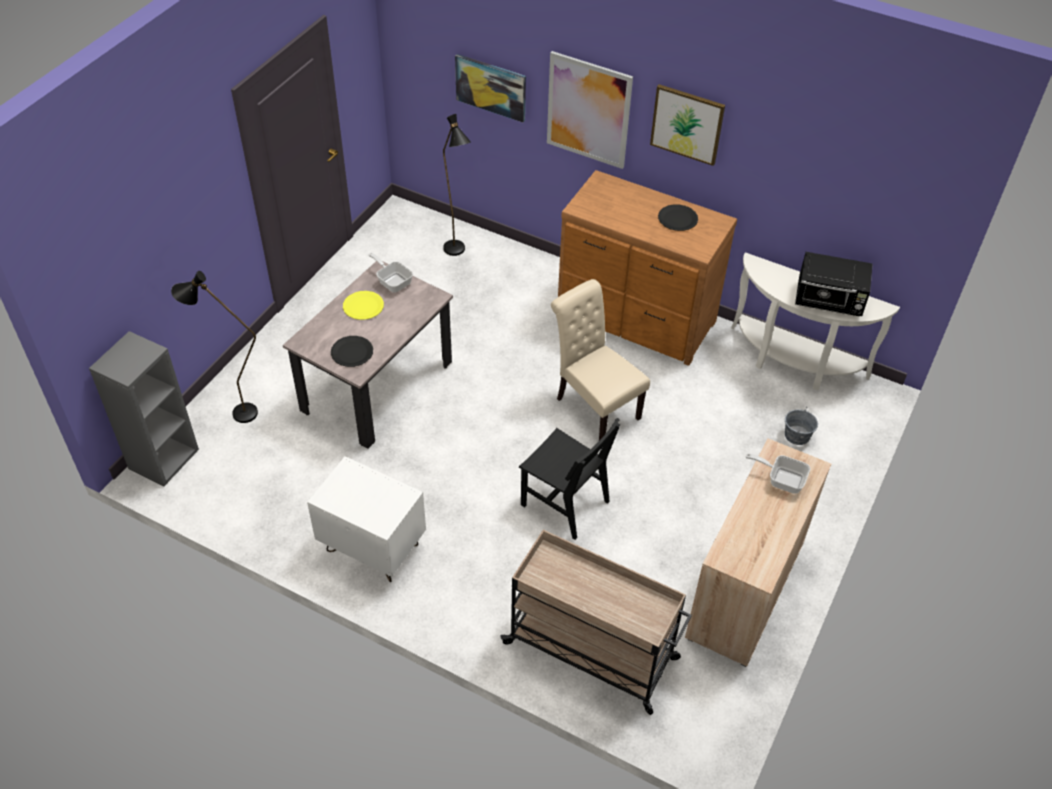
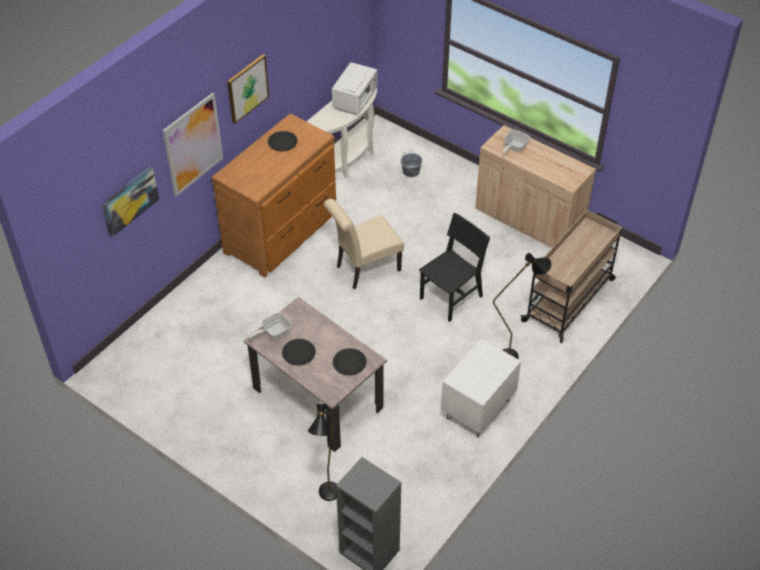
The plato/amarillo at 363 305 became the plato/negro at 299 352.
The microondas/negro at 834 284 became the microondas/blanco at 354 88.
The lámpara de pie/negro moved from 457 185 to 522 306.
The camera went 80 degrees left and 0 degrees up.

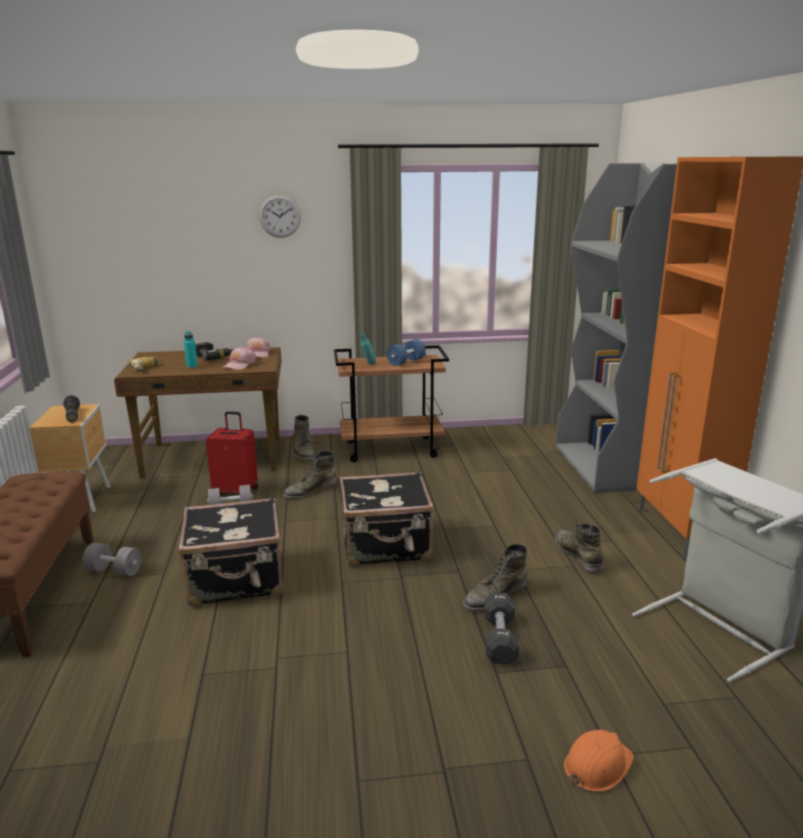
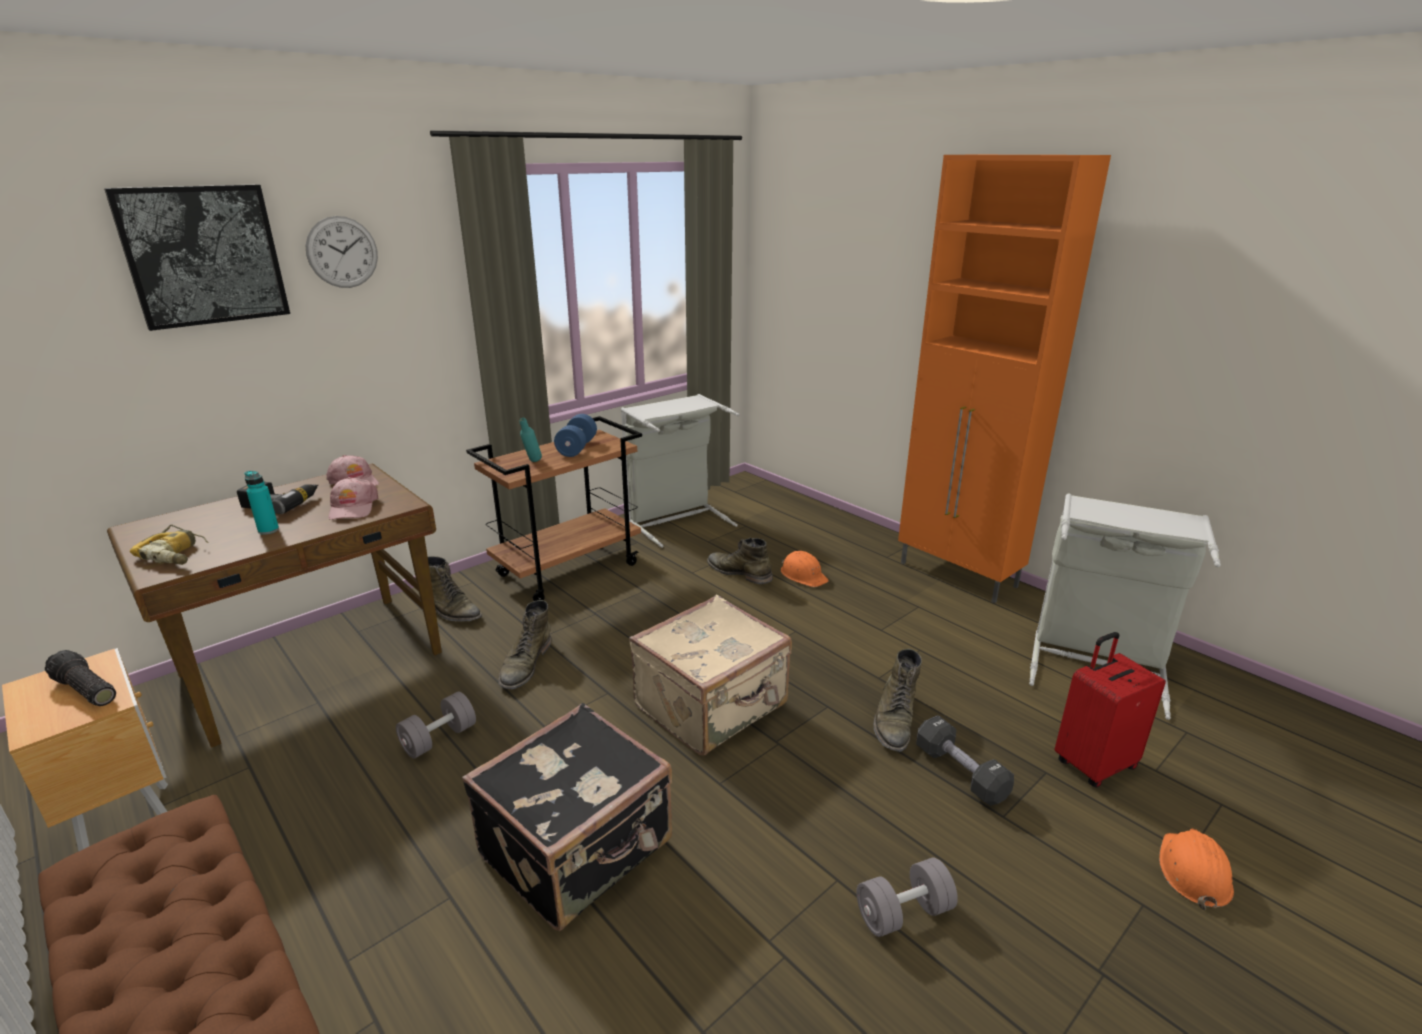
The cuadro at 197 257 appeared.
The cesto de la ropa/gris at 680 471 appeared.
The maleta/negro at 387 518 became the maleta/beis at 710 675.
The bota/verde moved from 579 548 to 740 561.
The casco/naranja at 805 569 appeared.
The mancuerna/gris moved from 112 559 to 907 897.
The maleta/rojo moved from 232 454 to 1110 710.
The estantería/gris at 616 328 disappeared.
The camera went 35 degrees left and 5 degrees up.

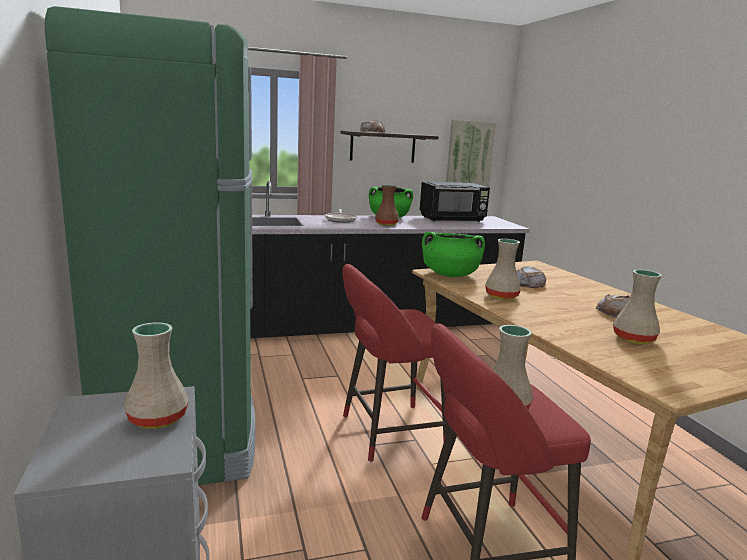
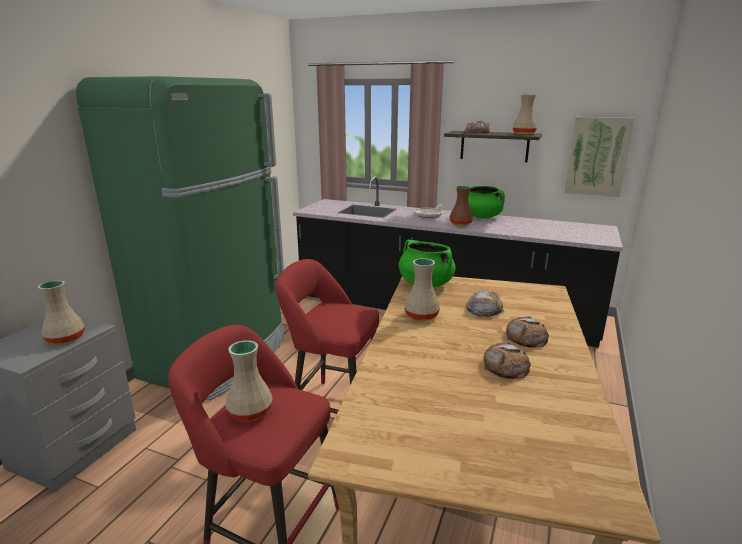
The pan at 527 332 appeared.
The florero/beis moved from 637 307 to 525 115.
The microondas/negro at 455 202 disappeared.
The camera went 40 degrees right and 5 degrees up.

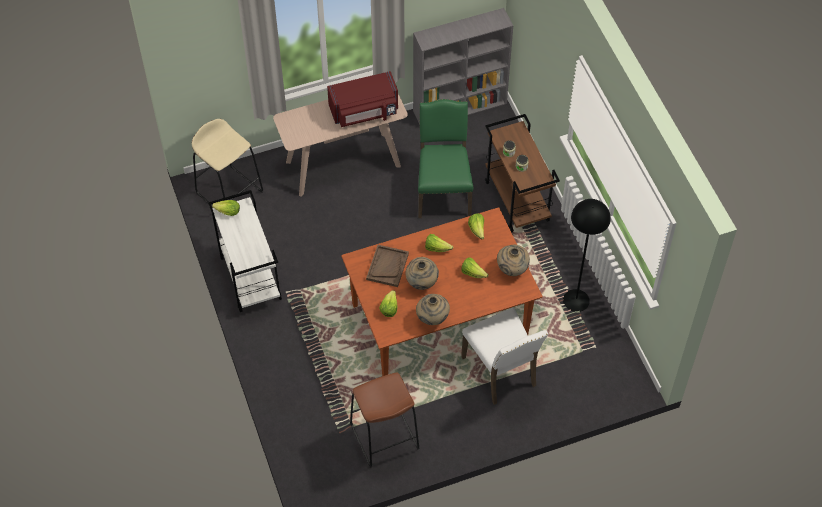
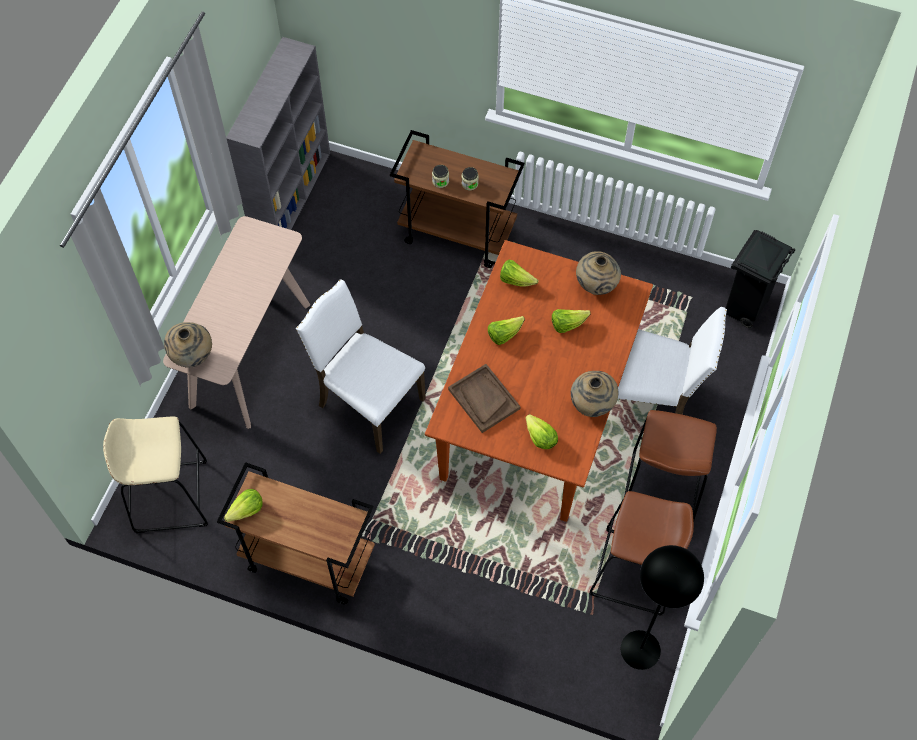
The florero/beis moved from 422 273 to 188 345.
The carrito/blanco at 245 251 became the carrito/marrón at 296 533.
The silla/blanco at 361 367 appeared.
The lámpara de pie/negro moved from 587 255 to 662 607.
The taburete/marrón at 670 465 appeared.
The papelera/negro at 760 279 appeared.
The microondas/rojo at 362 99 disappeared.
The silla/verde at 446 158 disappeared.
The camera went 50 degrees left and 5 degrees up.

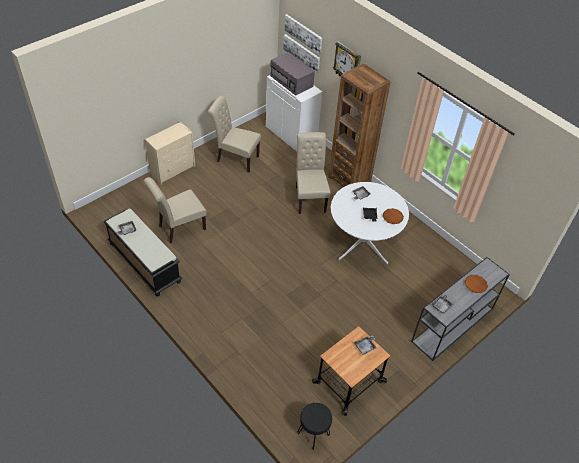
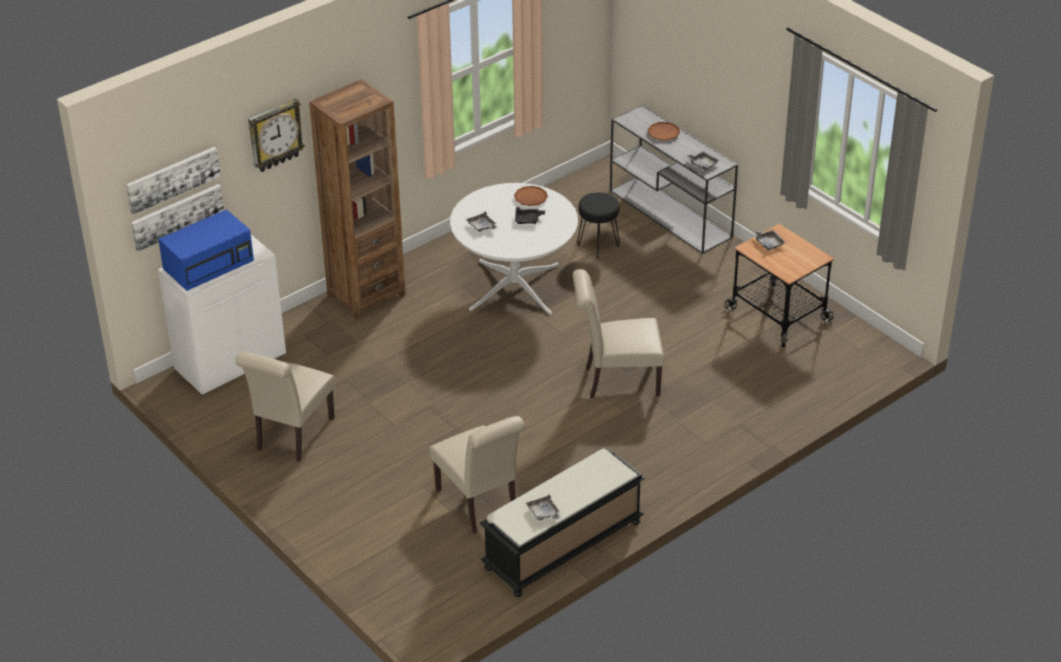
The microondas/gris at 292 74 became the microondas/azul at 206 250.
The silla/beis moved from 313 173 to 618 333.
The taburete/negro moved from 314 426 to 598 225.
The cómoda/beis at 170 153 disappeared.
The camera went 85 degrees left and 10 degrees down.

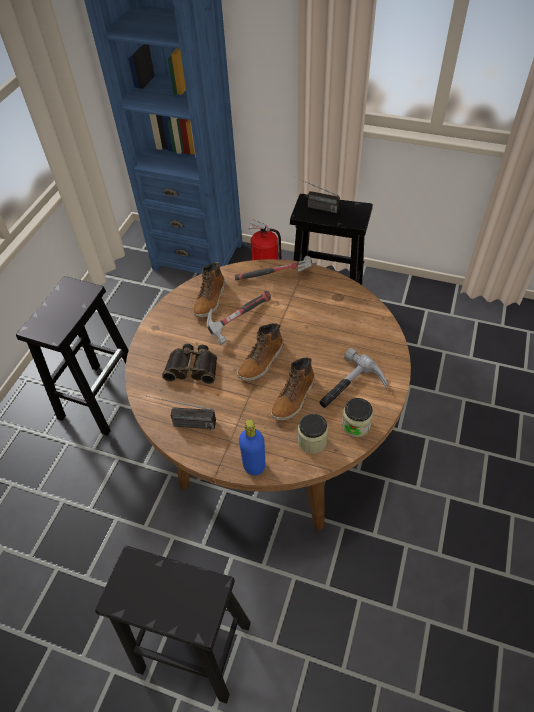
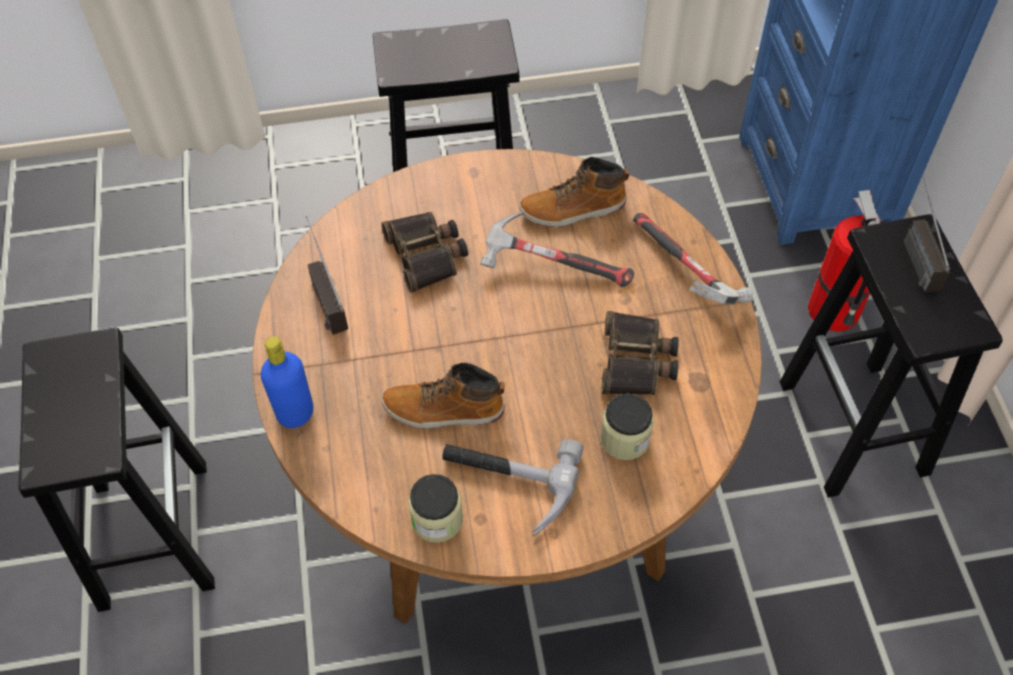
The tarro moved from 313 433 to 627 427.
The prismáticos at 640 353 appeared.
The bota at 260 352 disappeared.
The camera went 60 degrees right and 5 degrees up.

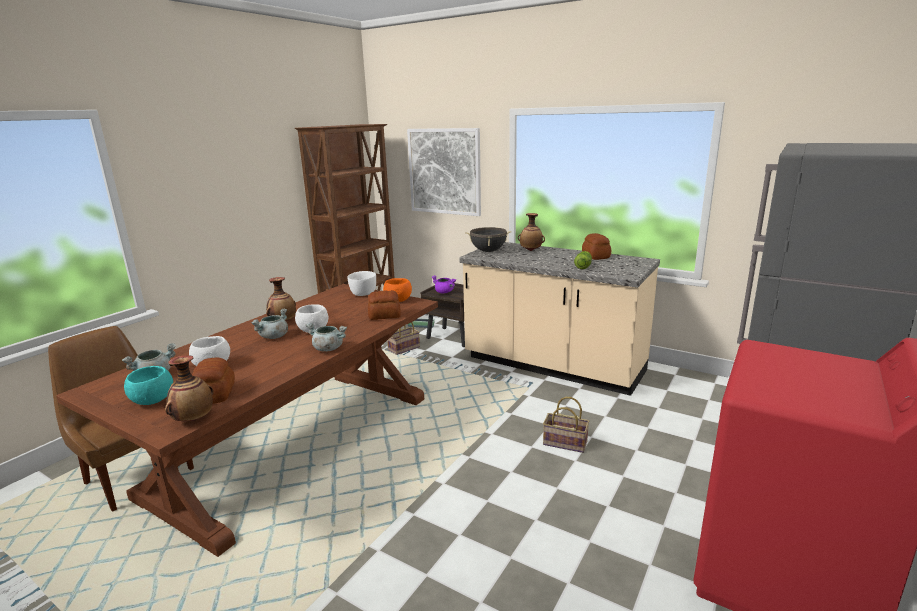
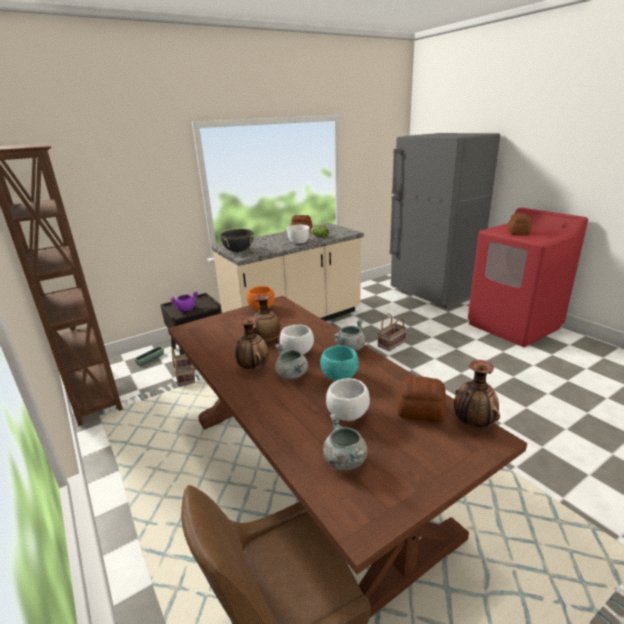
The florero moved from 531 232 to 266 318.
The cuenco/blanco moved from 361 283 to 298 234.
The cuenco/turquesa moved from 148 385 to 339 363.
The pan moved from 384 305 to 520 224.
The cuadro at 444 172 disappeared.
The camera went 65 degrees left and 5 degrees up.

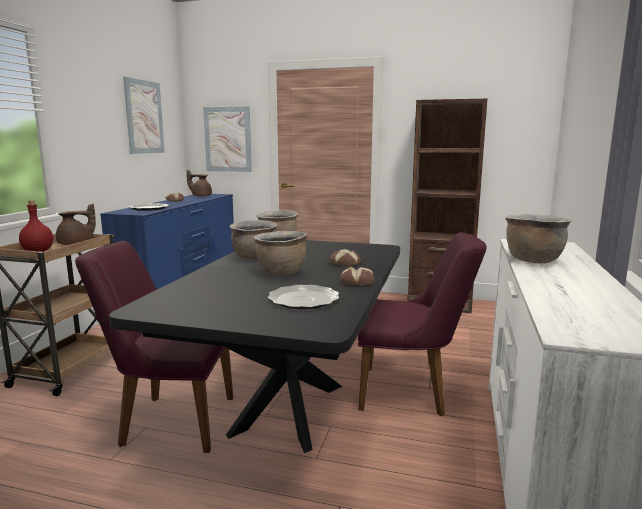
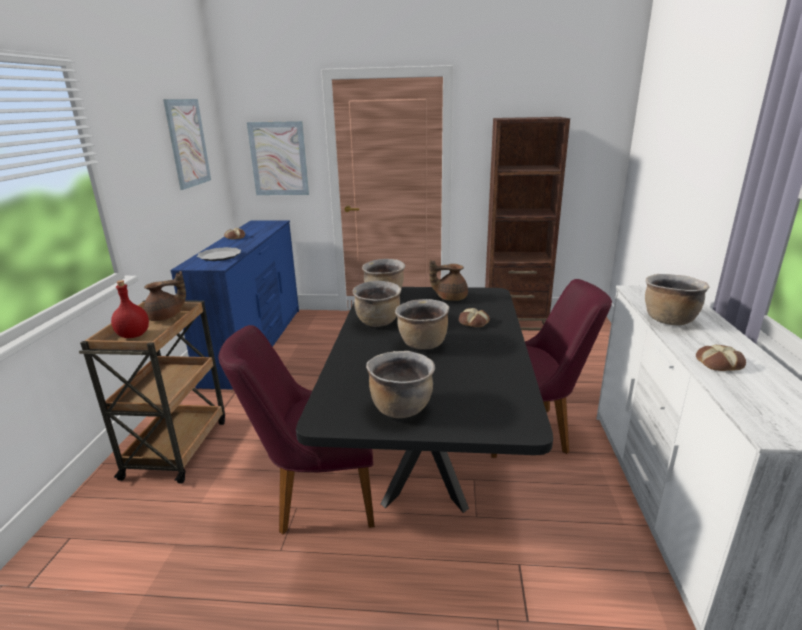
The olla/marrón at 400 384 appeared.
The tetera/marrón moved from 199 183 to 448 280.
The pan moved from 357 276 to 721 358.
The plato at 303 297 disappeared.
The camera went 10 degrees left and 10 degrees up.

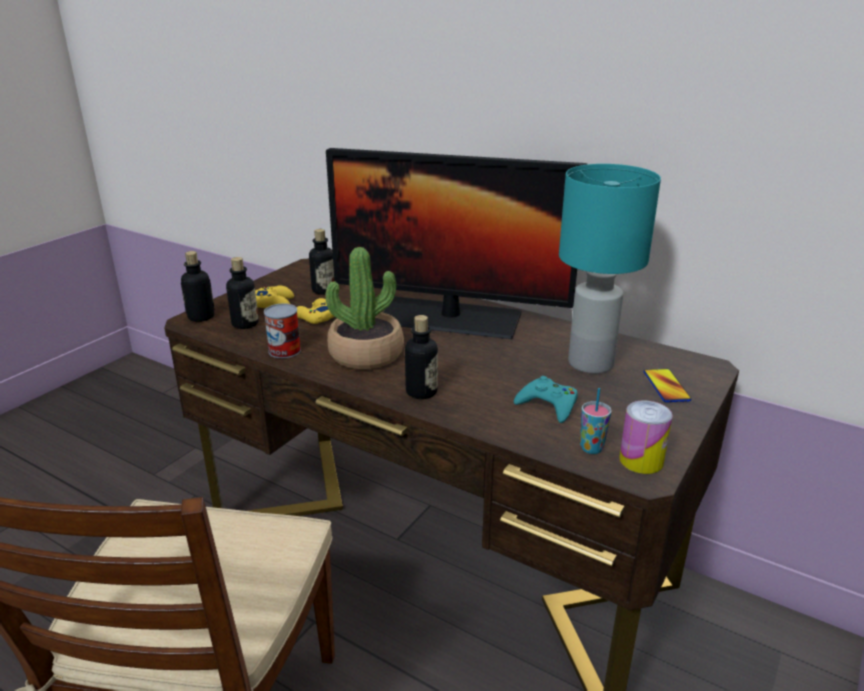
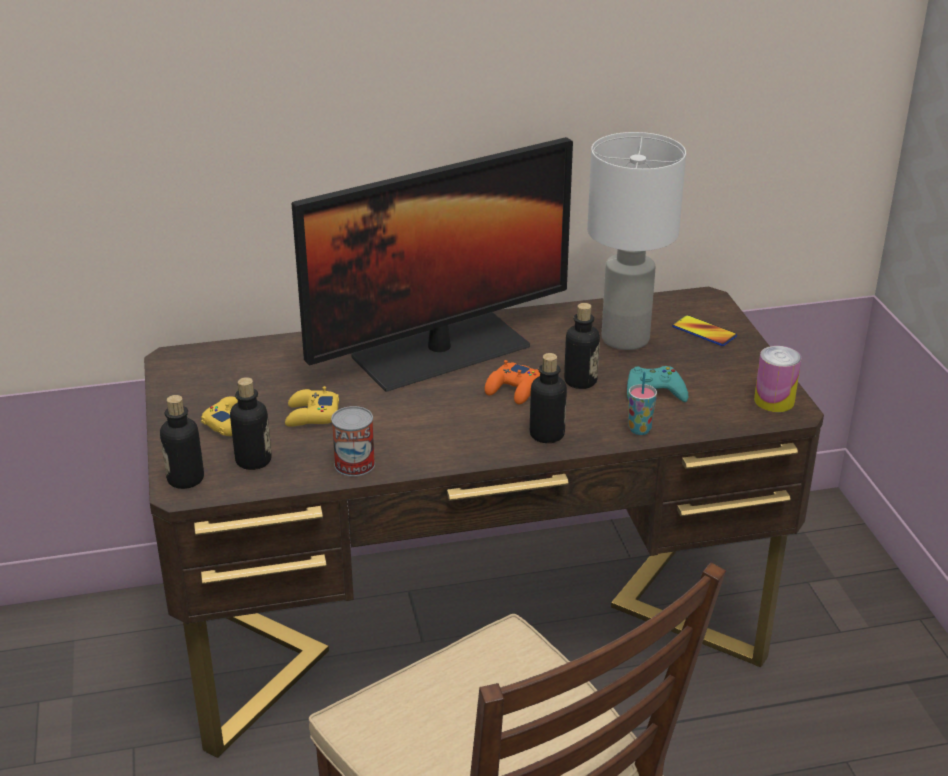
The mando de consola/naranja at 512 382 appeared.
The botella moved from 321 262 to 582 346.
The lámpara de mesa/turquesa at 610 269 became the lámpara de mesa/blanco at 636 241.
The taza moved from 596 421 to 643 403.
The planta en maceta at 365 308 disappeared.
The camera went 45 degrees left and 5 degrees up.

